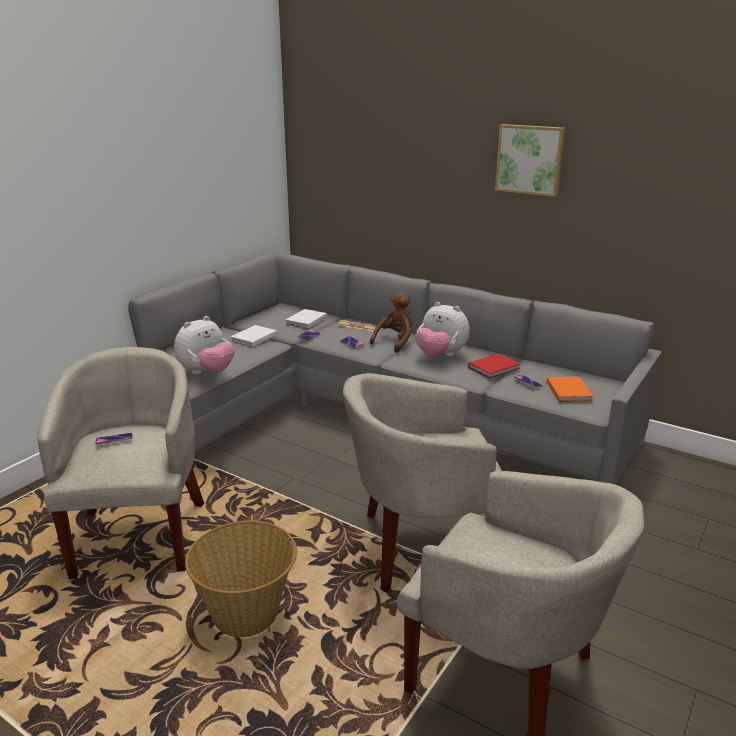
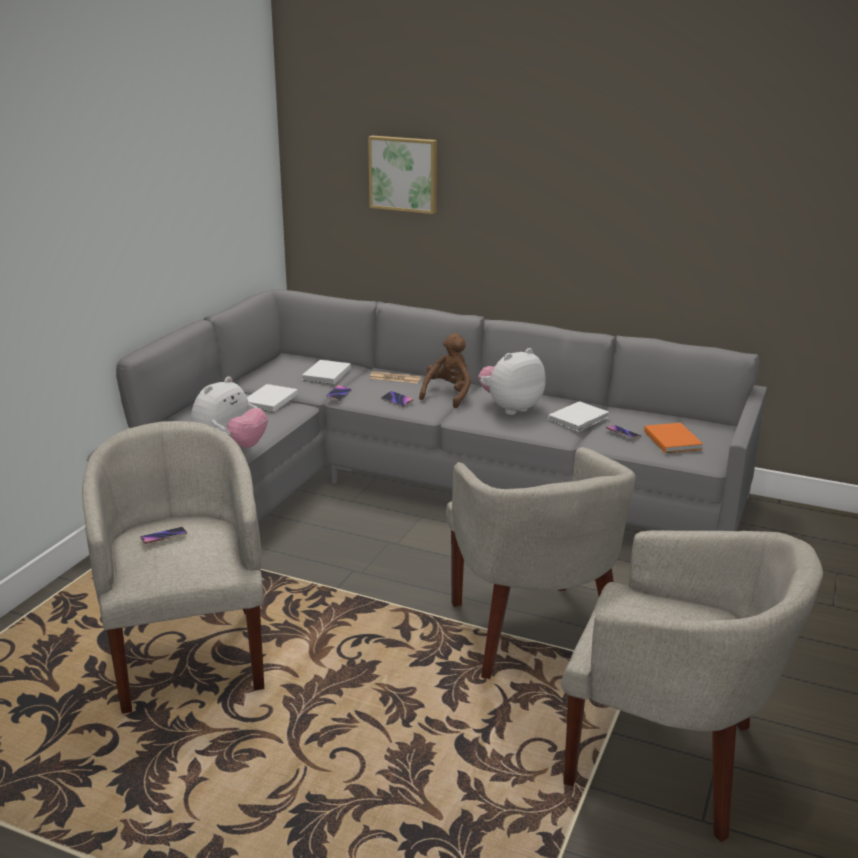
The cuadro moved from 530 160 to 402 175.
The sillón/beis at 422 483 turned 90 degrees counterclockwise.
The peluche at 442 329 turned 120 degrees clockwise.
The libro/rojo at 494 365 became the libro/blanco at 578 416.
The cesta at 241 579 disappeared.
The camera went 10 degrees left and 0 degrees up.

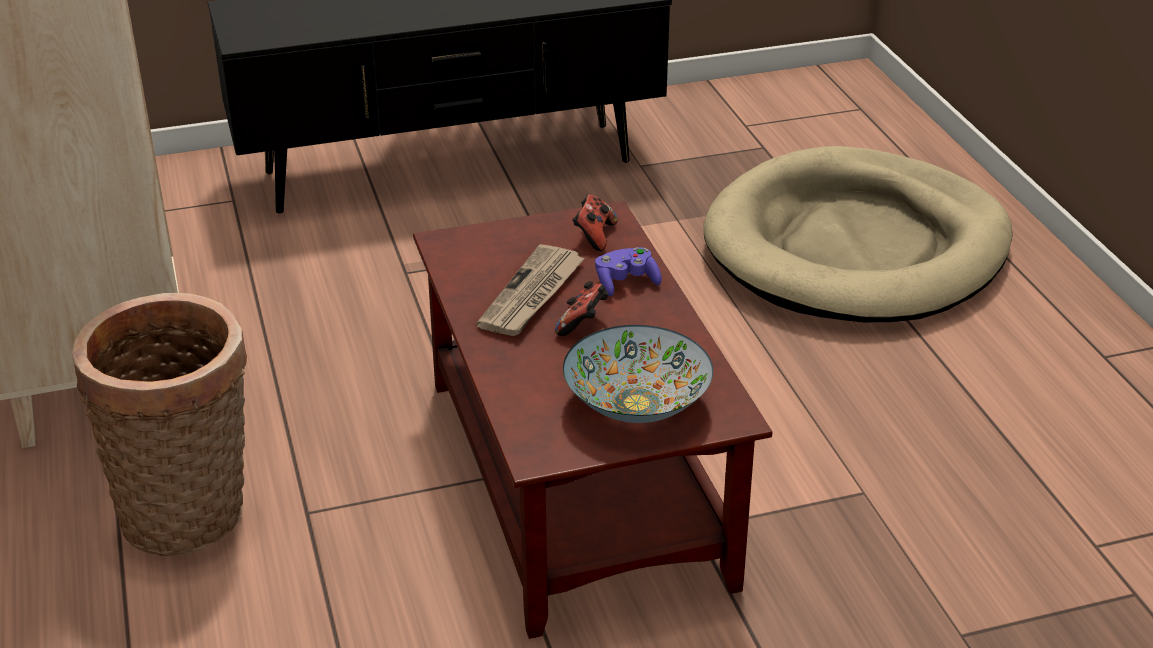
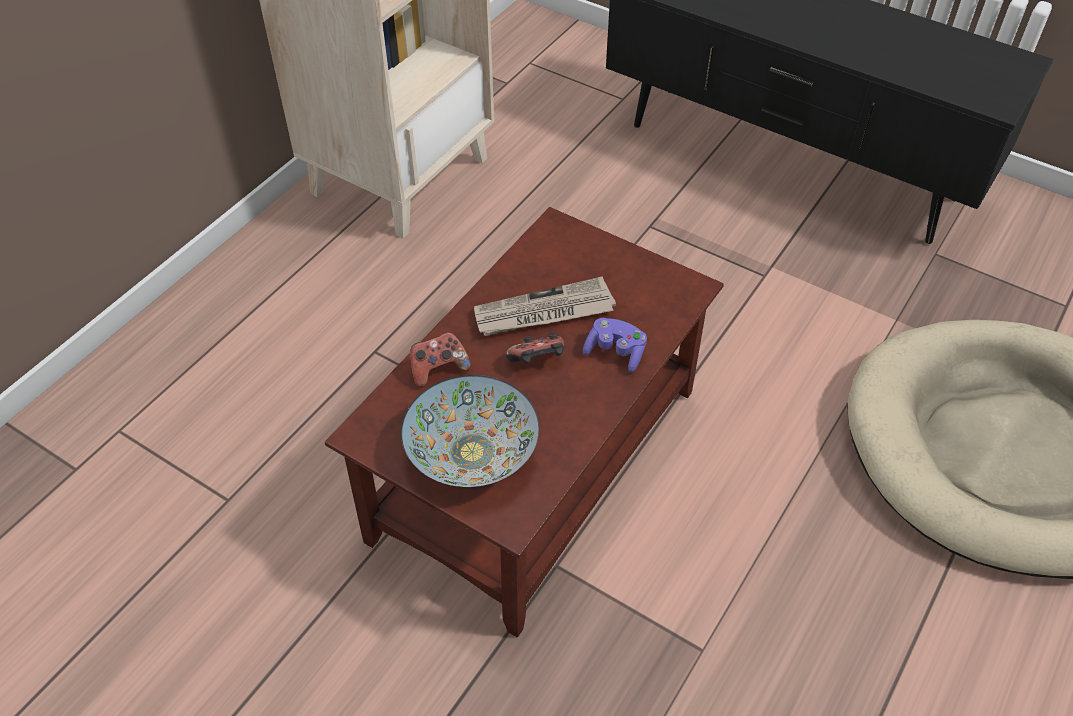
The mando de consola moved from 595 223 to 440 360.
The cesta at 159 424 disappeared.
The camera went 50 degrees right and 15 degrees up.

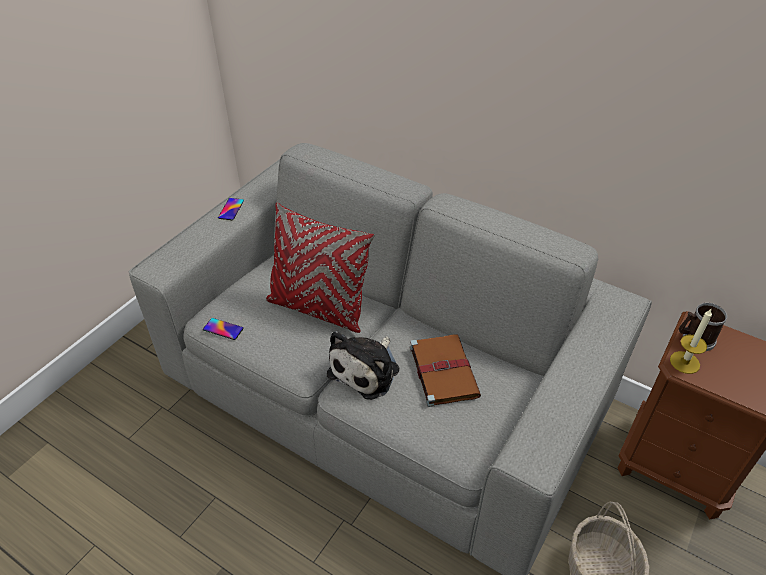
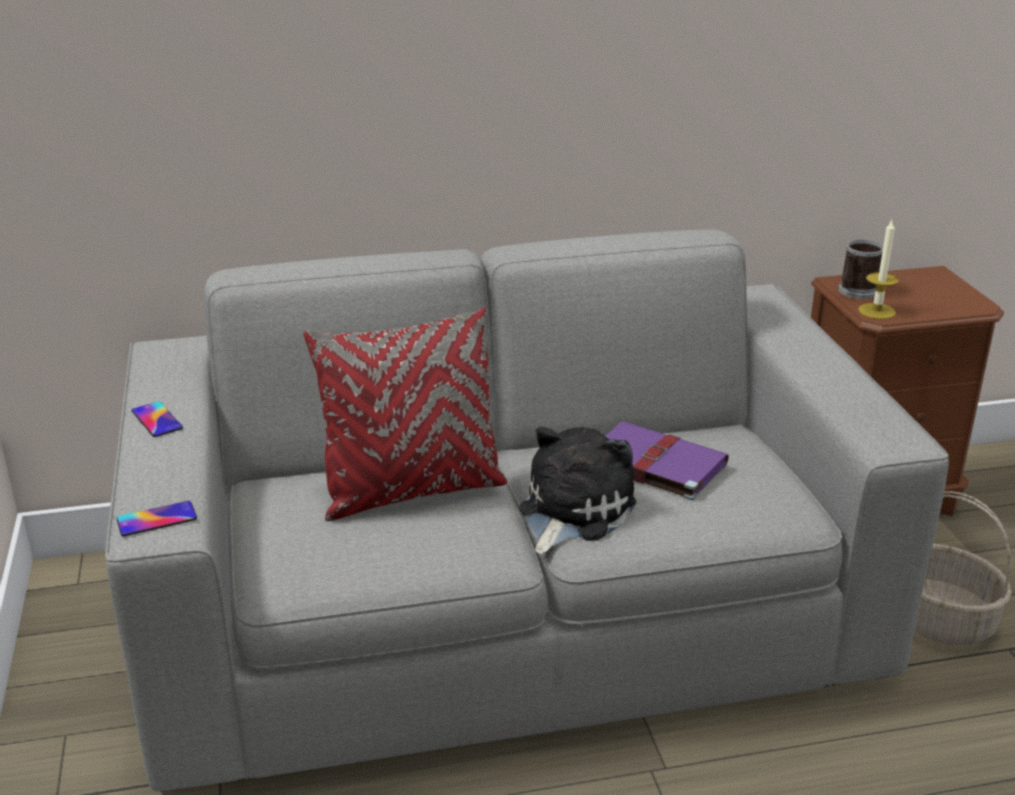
The móvil moved from 223 329 to 157 518.
The peluche at 363 365 turned 135 degrees counterclockwise.
The libro/marrón at 445 370 became the libro/morado at 667 461.
The camera went 45 degrees left and 15 degrees down.

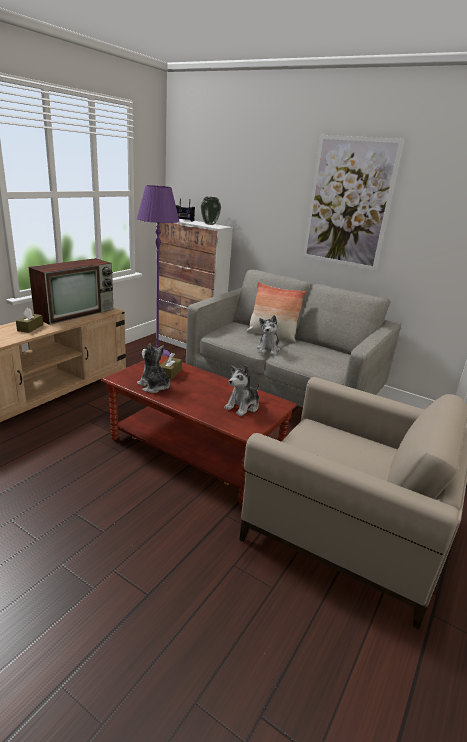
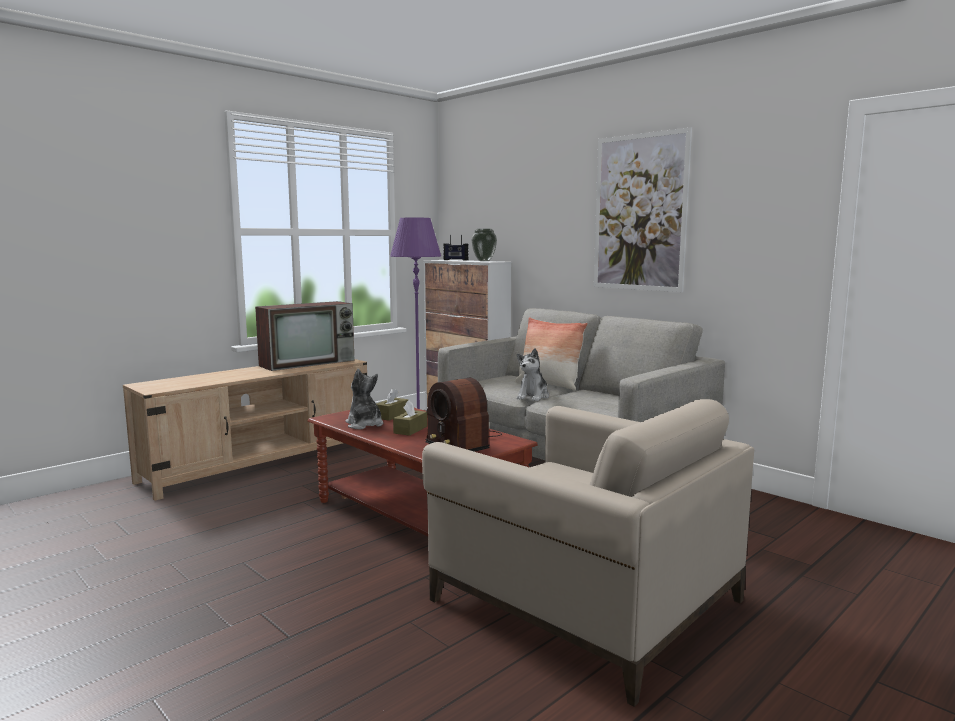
The caja de pañuelos/marrón moved from 29 320 to 410 418.
The peluche at 242 390 was replaced by the radio at 463 415.
The camera went 15 degrees right and 15 degrees down.

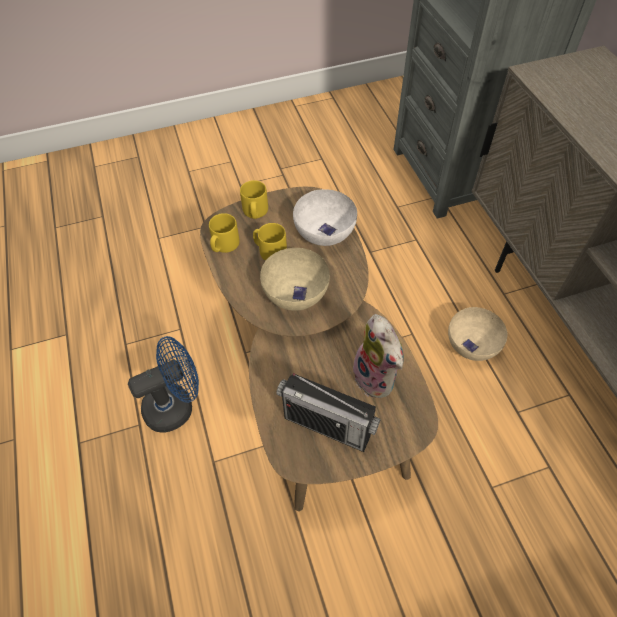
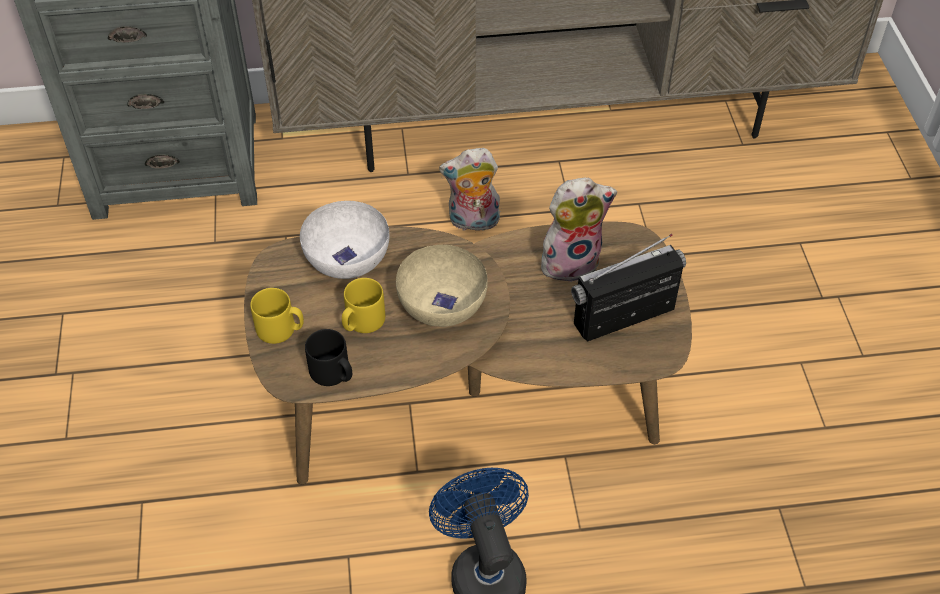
The taza grande/amarillo at 224 233 became the taza grande/negro at 328 357.
The cuenco/beis at 477 334 was replaced by the peluche at 469 189.
The radio at 328 412 turned 150 degrees counterclockwise.
The camera went 80 degrees left and 5 degrees down.

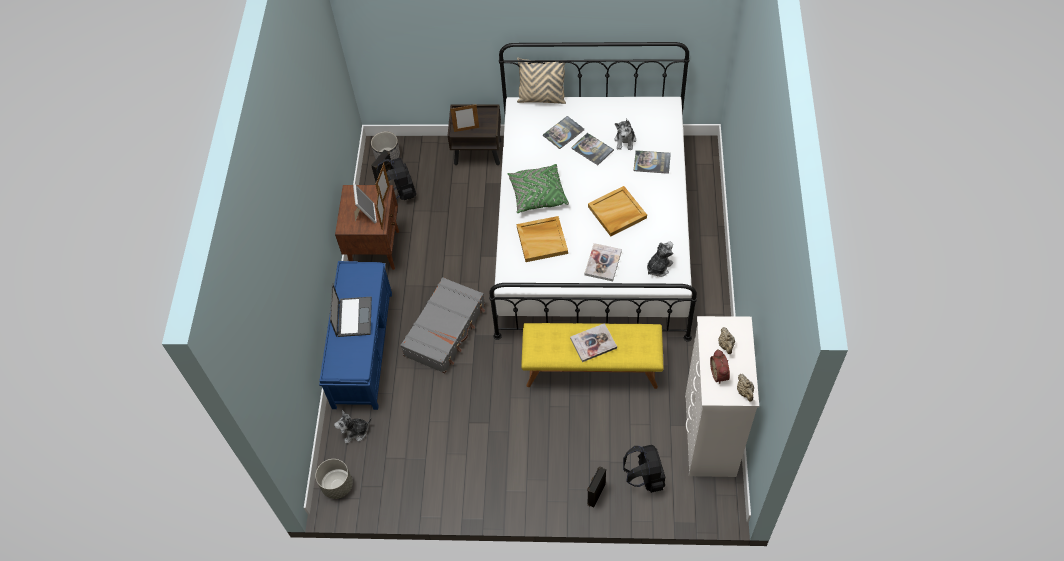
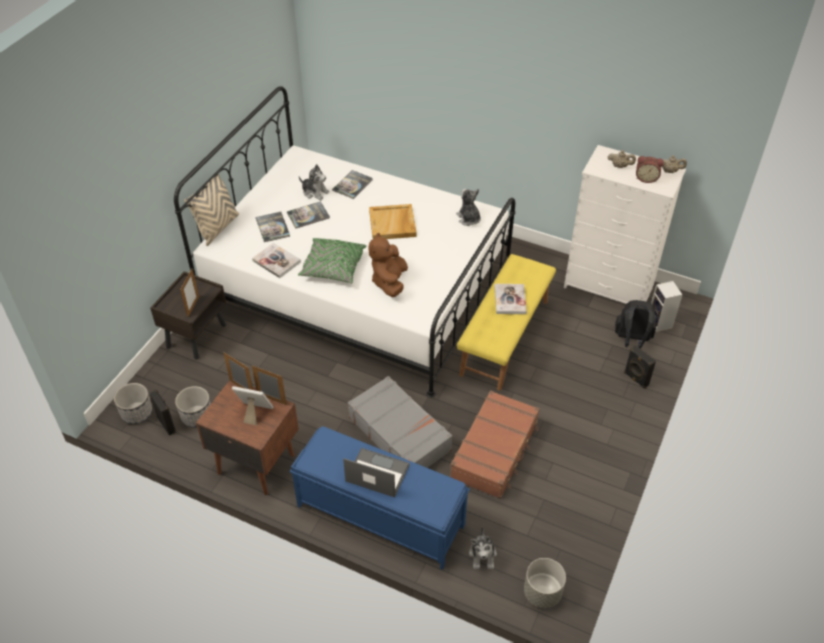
The mochila/negro at 396 179 was replaced by the maceta at 193 406.
The libro moved from 603 262 to 276 260.
The bandeja/beis at 542 239 was replaced by the peluche/marrón at 388 265.
The maleta/marrón at 494 444 appeared.
The altavoz at 667 306 appeared.
The camera went 70 degrees left and 10 degrees down.

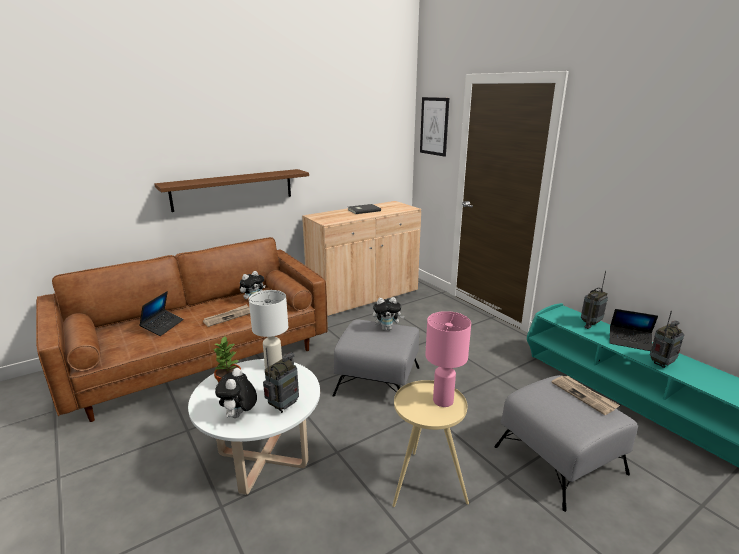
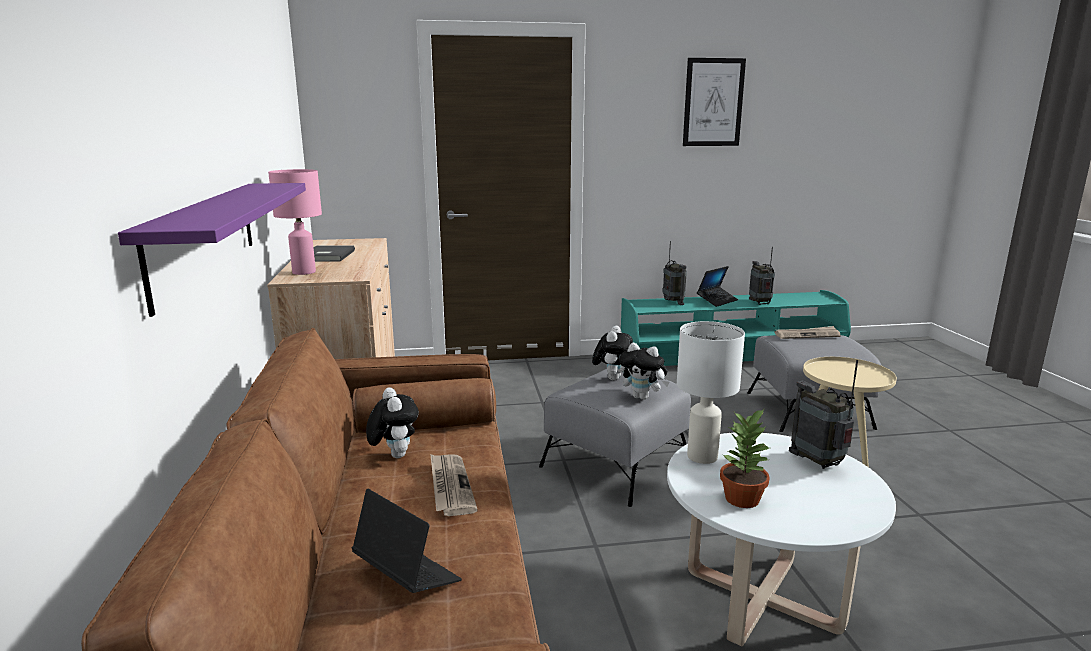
The estante/marrón at 231 190 became the estante/morado at 212 250.
The lámpara de mesa/rosa moved from 448 359 to 295 222.
The peluche moved from 236 393 to 644 371.
The cuadro moved from 434 127 to 714 102.
The camera went 65 degrees left and 5 degrees down.

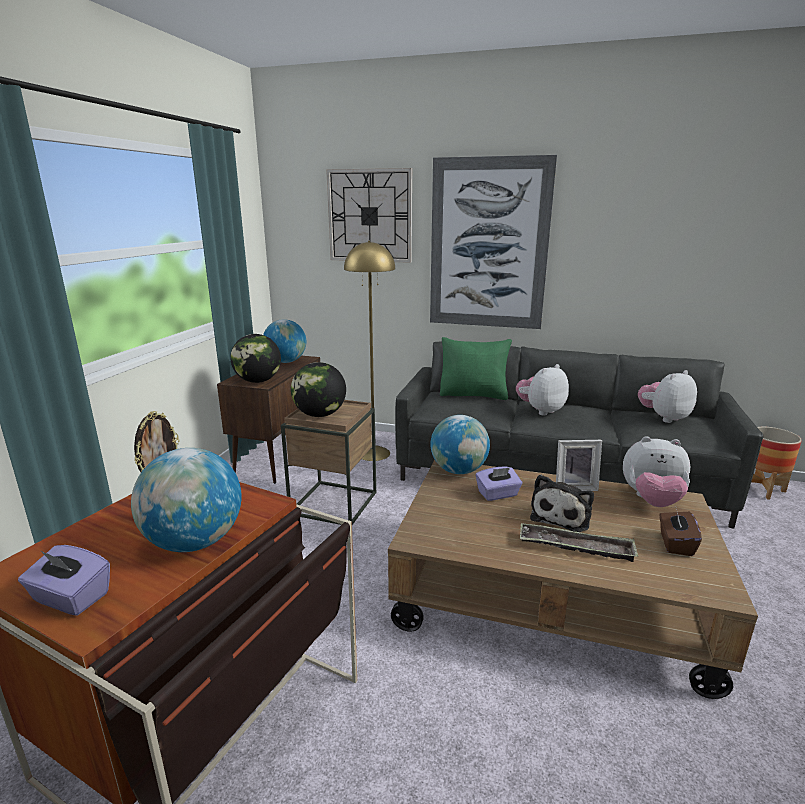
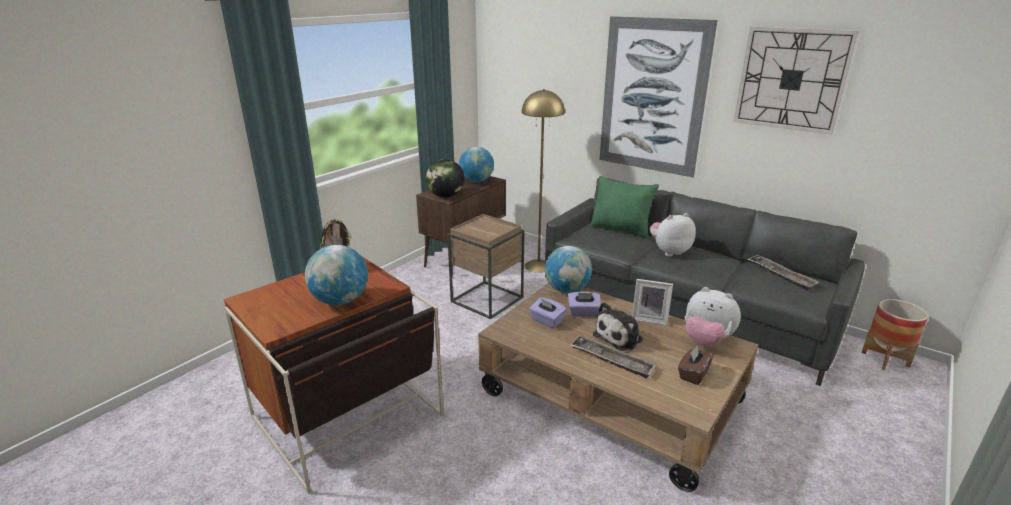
The caja de pañuelos/morado moved from 64 580 to 548 312.
The reloj de pared moved from 369 215 to 796 81.
The peluche at 667 396 was replaced by the bandeja at 783 272.
The globo terráqueo at 318 389 disappeared.
The camera went 20 degrees right and 5 degrees up.

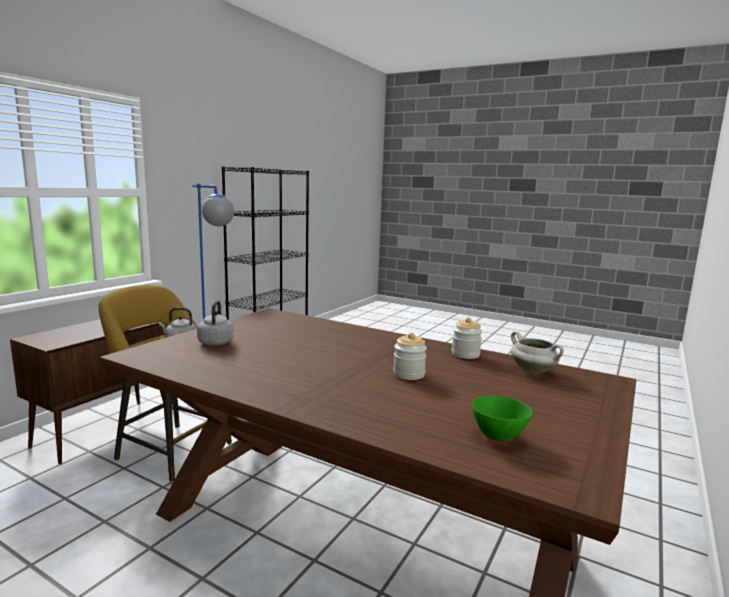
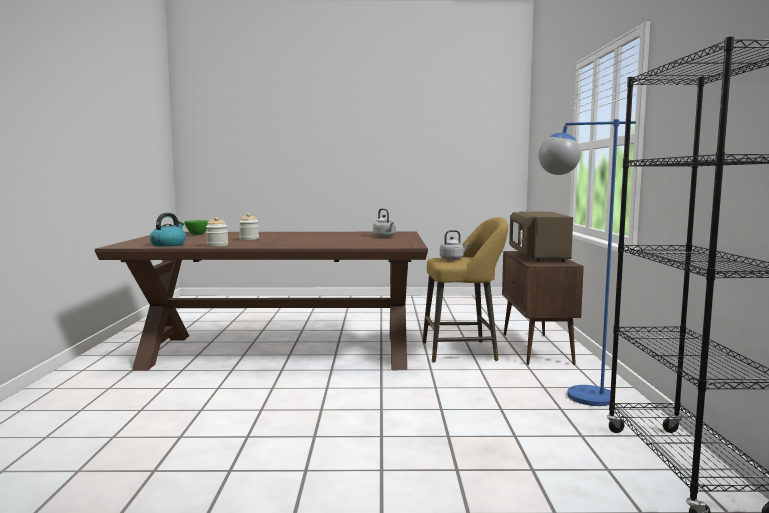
The olla/blanco at 537 352 was replaced by the hervidor at 168 230.
The microondas/marrón at 541 236 appeared.
The camera went 150 degrees right and 5 degrees down.

